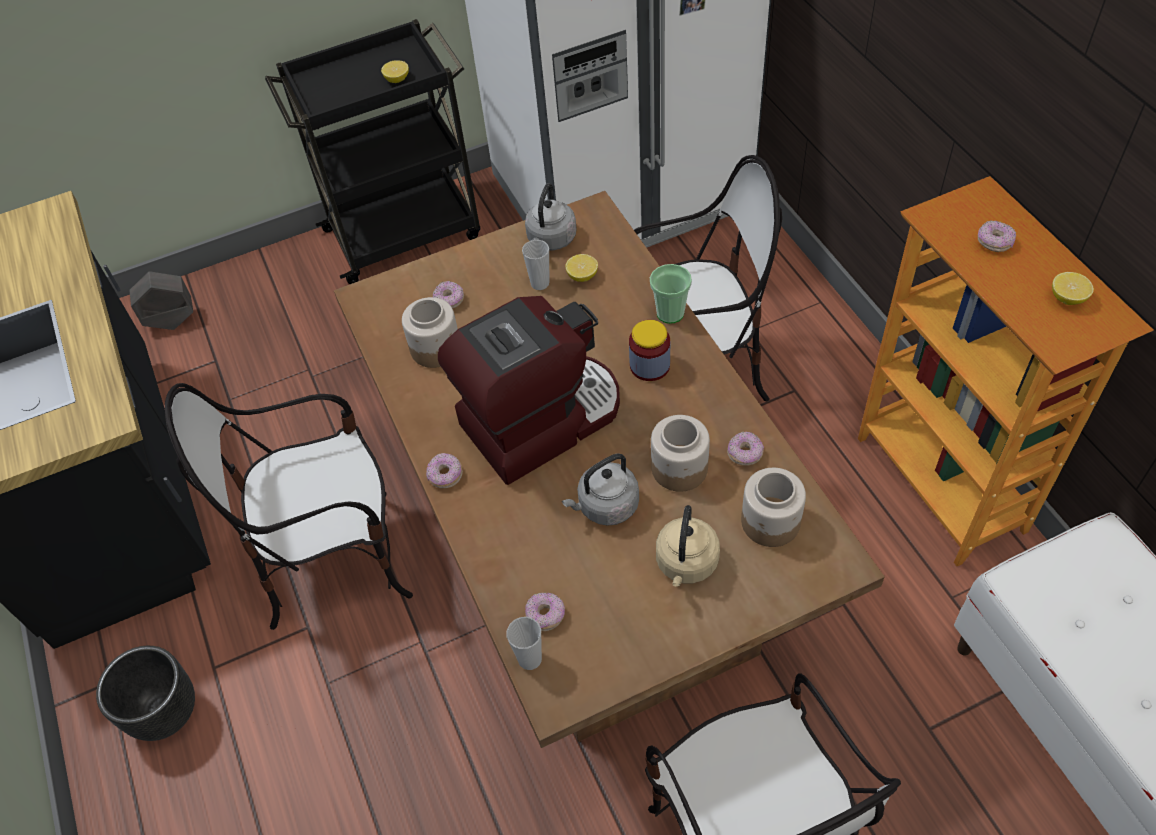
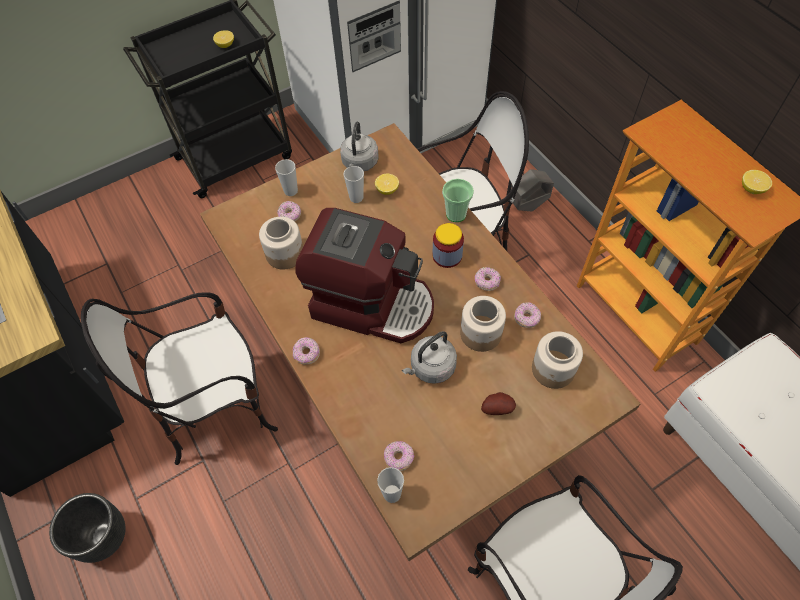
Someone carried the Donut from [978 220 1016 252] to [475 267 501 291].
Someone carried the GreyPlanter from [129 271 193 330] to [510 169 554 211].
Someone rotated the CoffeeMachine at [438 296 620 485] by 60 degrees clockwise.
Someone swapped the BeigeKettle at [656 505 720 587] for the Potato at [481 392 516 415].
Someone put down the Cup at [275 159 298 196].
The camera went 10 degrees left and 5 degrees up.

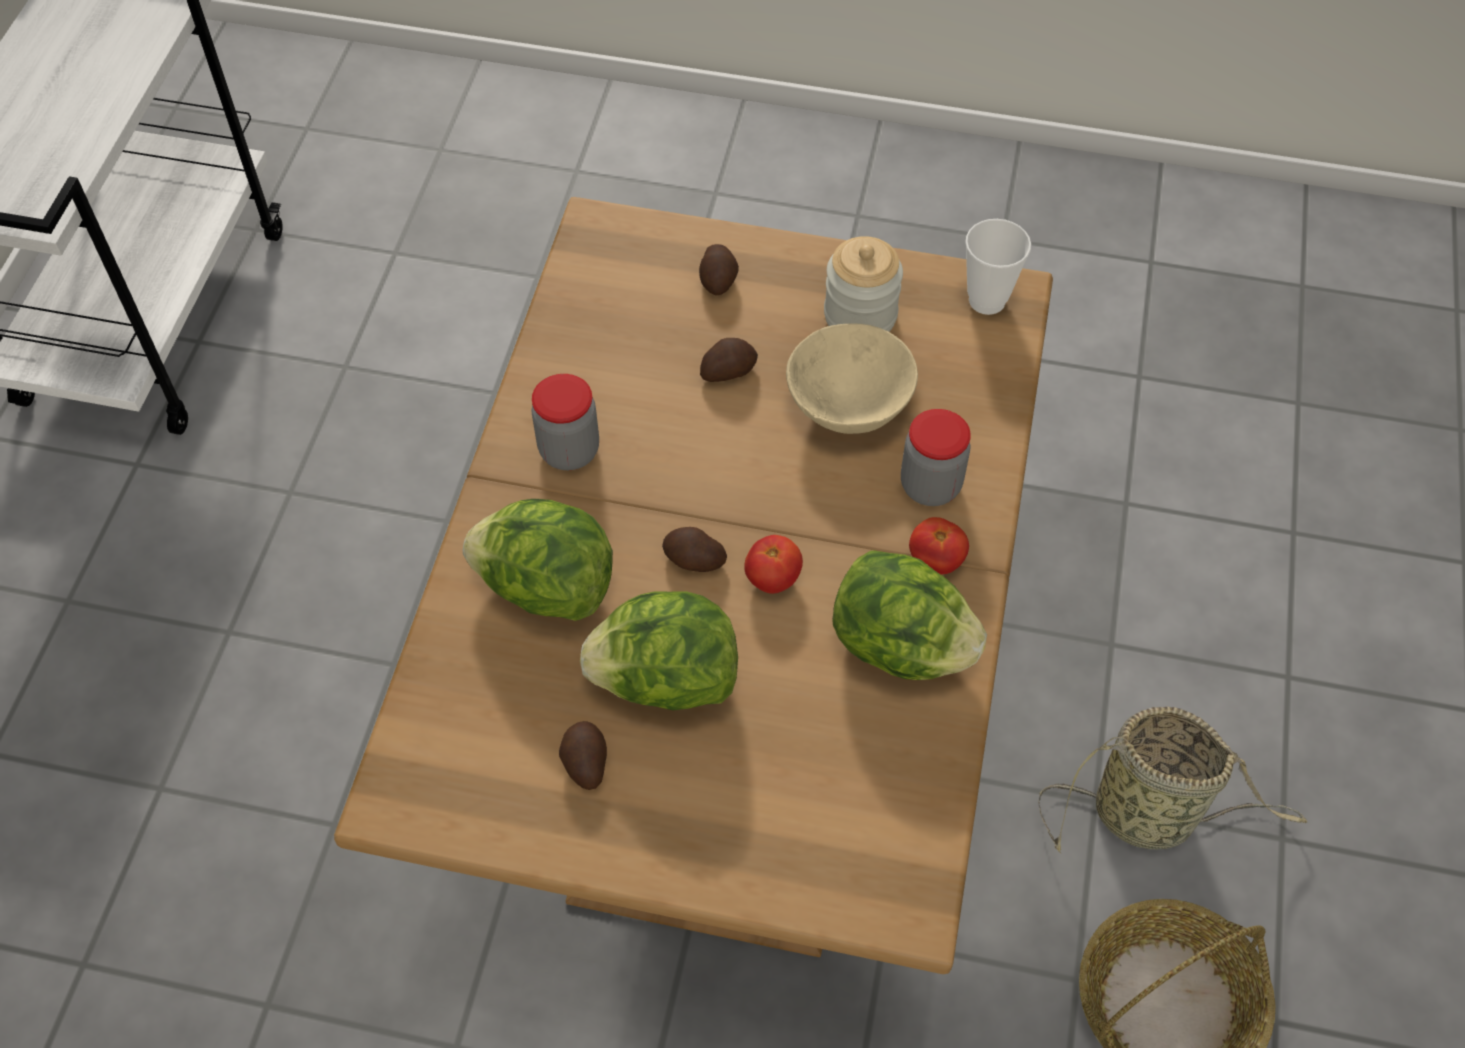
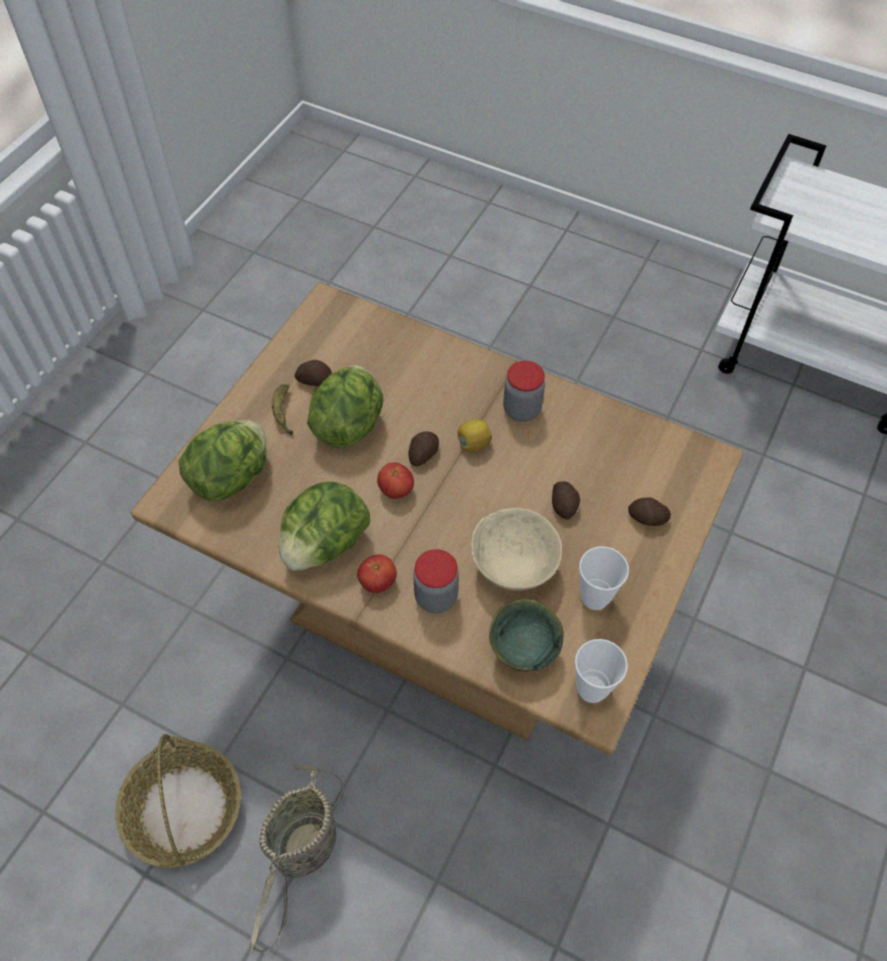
Someone swapped the Jar at [824 236 903 332] for the Cup at [579 546 629 610].
Someone carried the Lettuce from [463 499 613 621] to [178 420 266 501].
Someone put down the Banana at [272 384 293 436].
Someone put down the Lemon at [458 419 492 452].
Someone put down the GreenBowl at [489 599 564 672].
The camera went 105 degrees right and 0 degrees up.

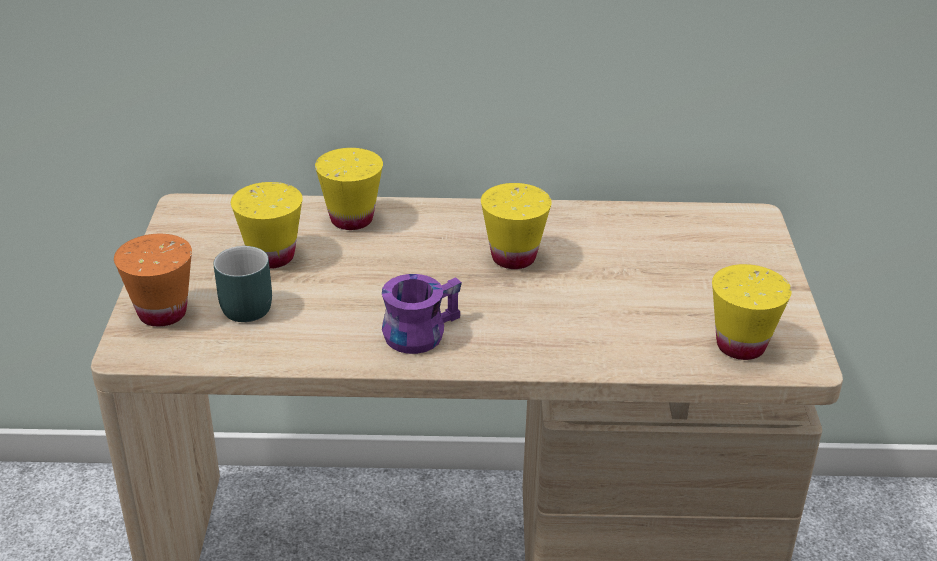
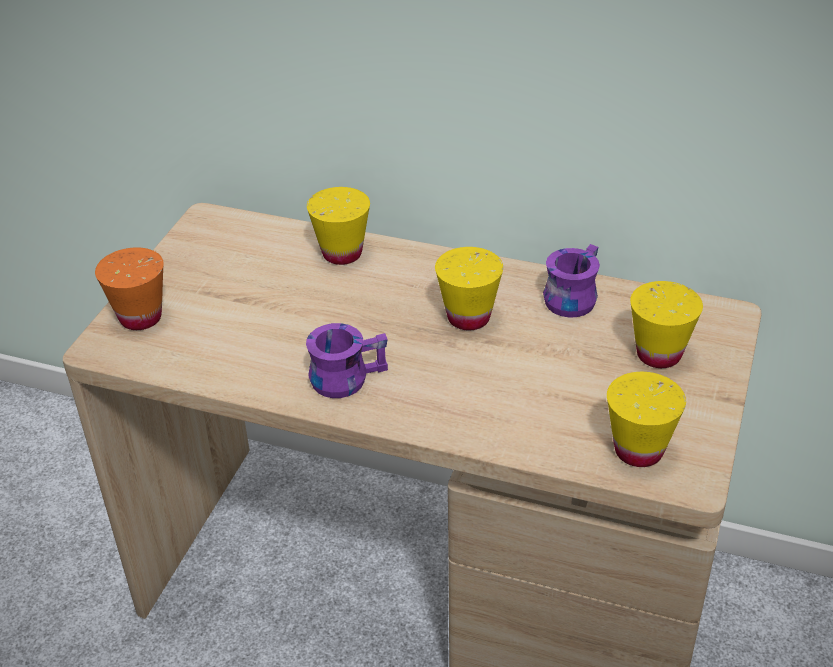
Someone carried the YellowCup from [231 182 303 269] to [630 281 703 368].
Someone took away the TurquoiseMug at [213 246 272 322].
Someone put down the PurpleMug at [543 244 600 317].
The camera went 20 degrees right and 5 degrees up.

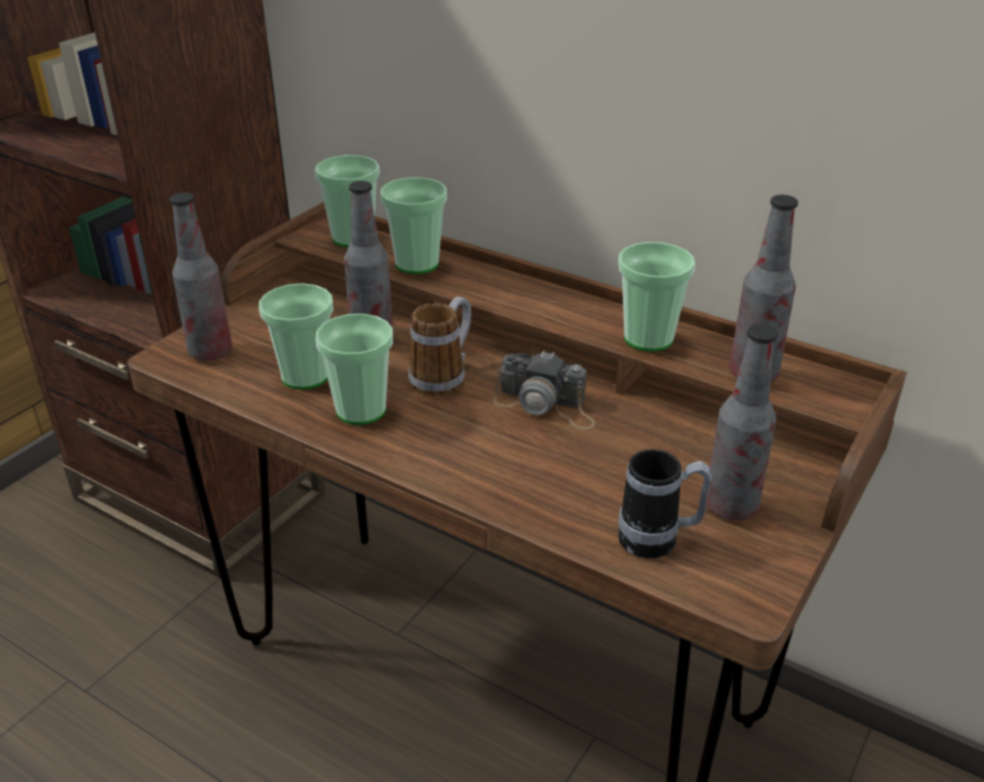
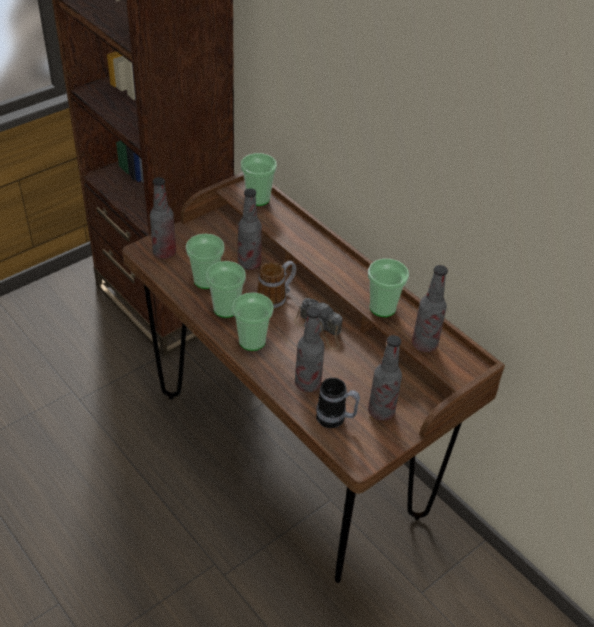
Someone carried the Cup from [380 177 447 274] to [232 292 274 351].
Someone put down the Bottle at [295 307 325 392].
The camera went 15 degrees right and 10 degrees up.

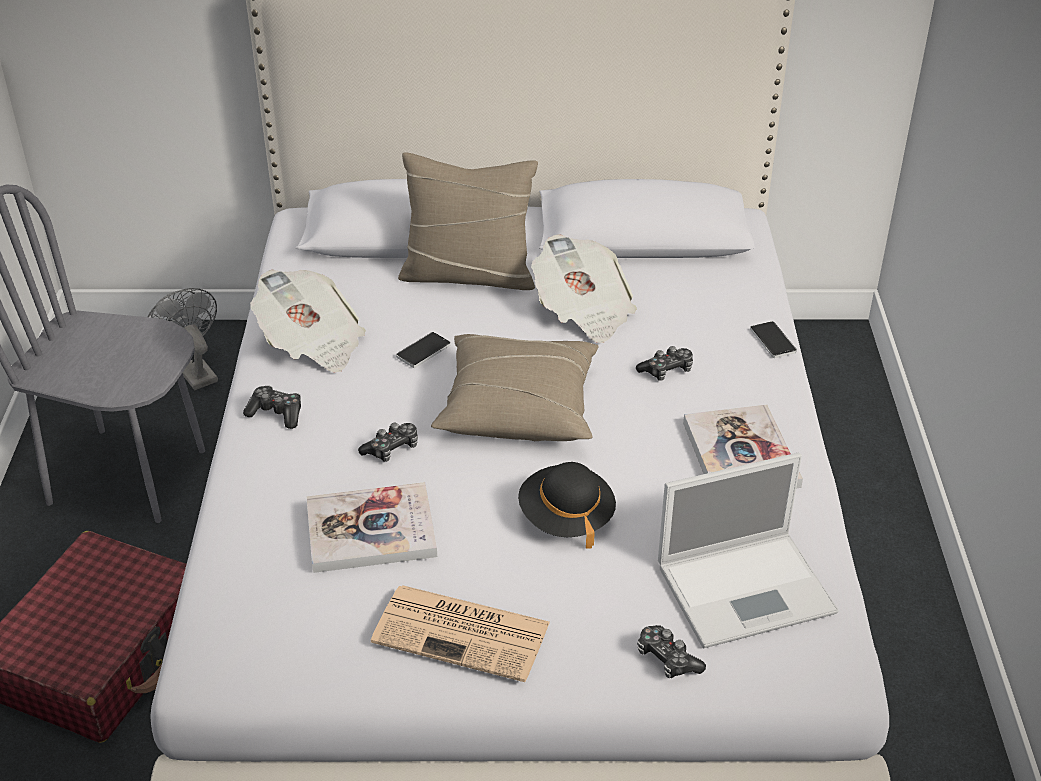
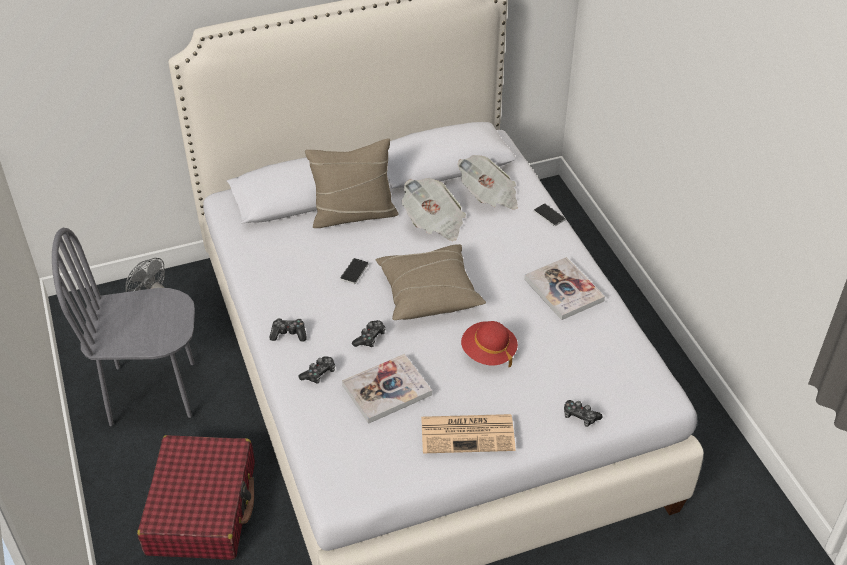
Someone carried the Newspaper from [250 270 366 372] to [458 155 518 210].
Someone carried the GameController from [636 346 693 381] to [299 356 335 384].
Someone took away the Laptop at [658 453 839 649].
Someone repainted the BlackHat at [518 462 616 548], which became the RedHat at [461 321 518 368].
The camera went 20 degrees left and 5 degrees up.

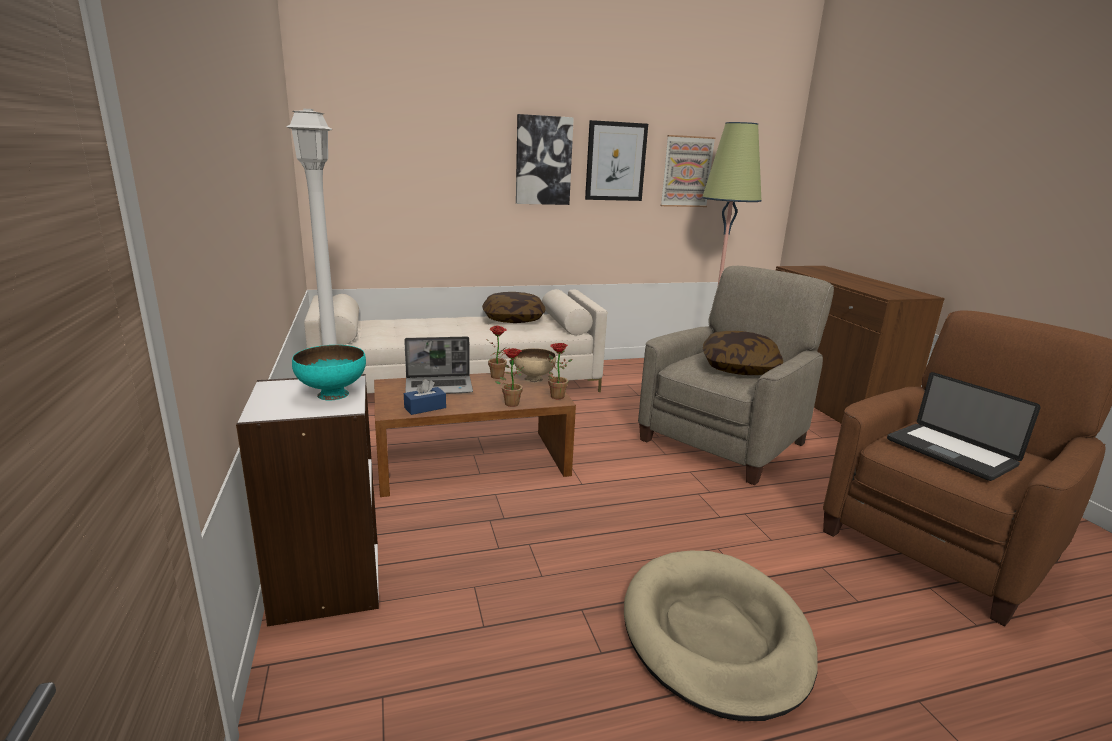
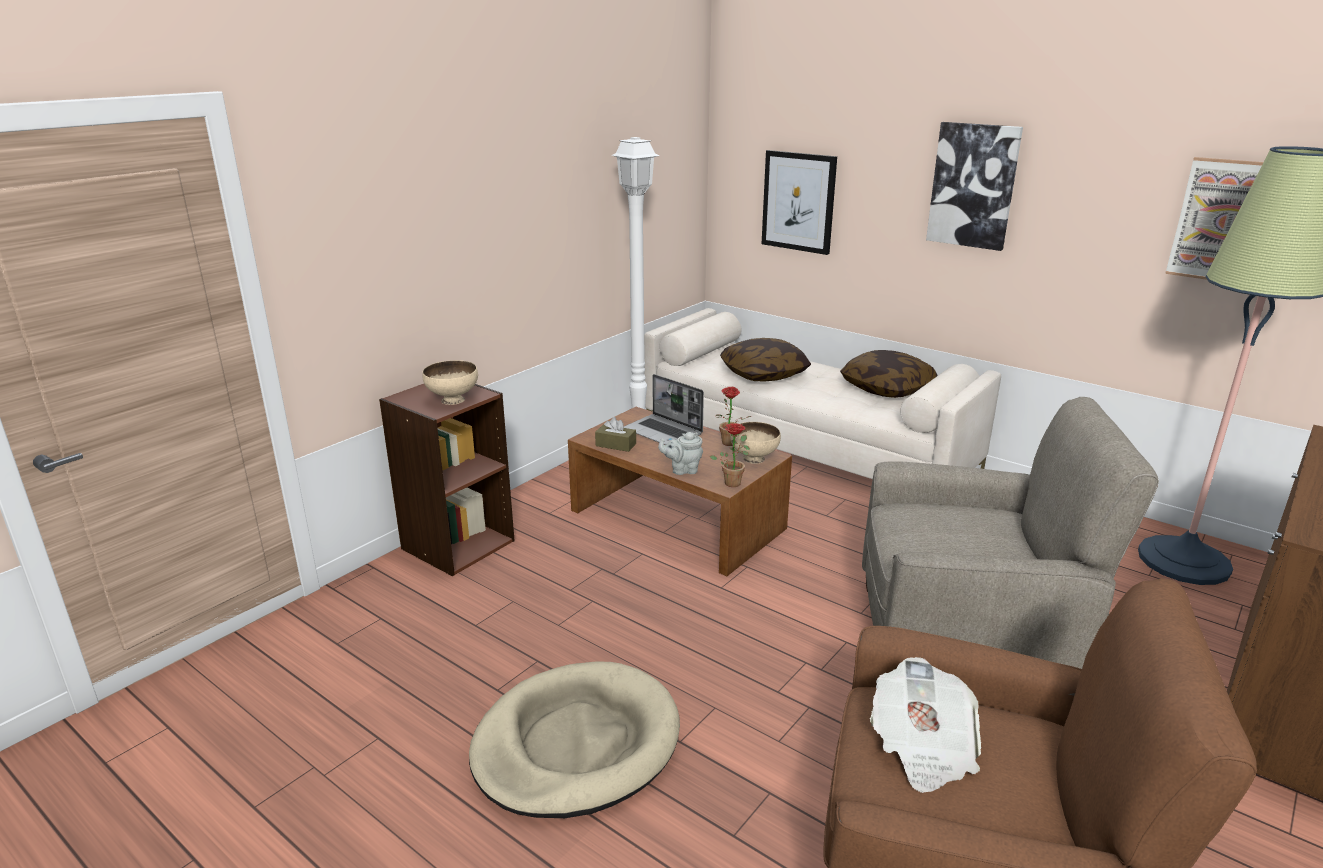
Someone carried the Picture from [585 120 648 201] to [762 150 837 255].
Someone carried the Pillow from [703 331 783 375] to [720 338 811 382].
Someone repainted the TurquoiseBowl at [292 345 366 400], which became the BeigeBowl at [422 360 478 405].
Someone swapped the PottedPlant at [495 348 525 407] for the GreyTeapot at [658 432 703 475].
Someone swapped the Laptop at [887 372 1041 481] for the Newspaper at [870 657 981 793].
Someone repainted the WhiteBookcase at [236 374 379 627], which became the BrownBookcase at [379 384 515 576].
Someone repainted the BlueTissueBox at [404 379 446 415], which became the BrownTissueBox at [595 417 636 452].
The camera went 55 degrees right and 5 degrees up.

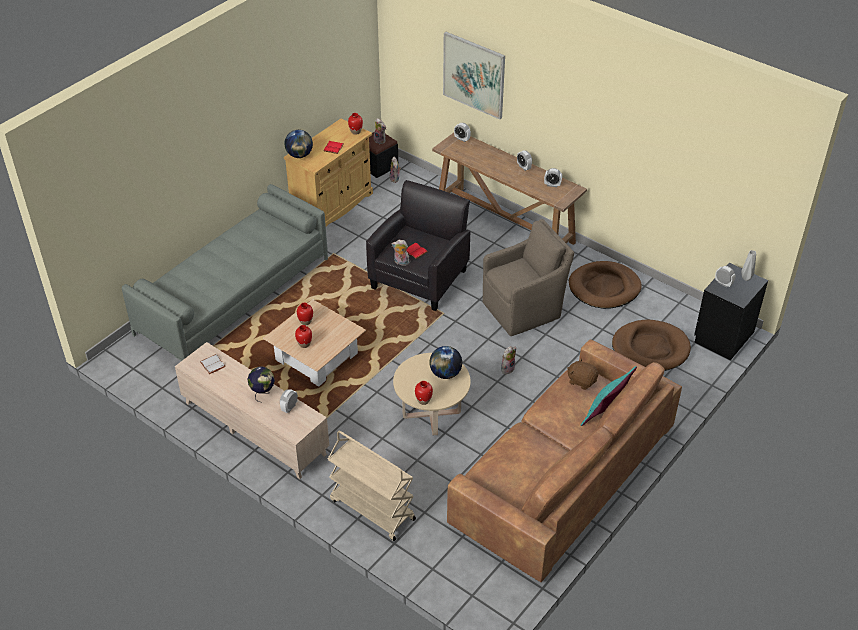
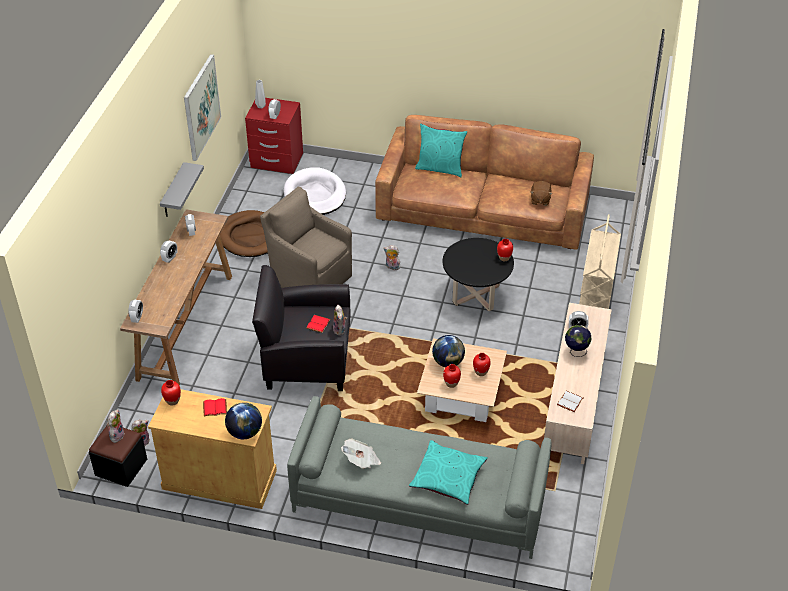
Someone carried the Picture from [443 32 505 120] to [184 54 221 161].
Someone repainted the BlackNightstand at [694 263 768 360], which became the RedNightstand at [245 98 303 174].
Someone repainted the BrownDogBed at [612 319 691 371], which became the WhiteDogBed at [284 167 346 215].
Someone carried the Globe from [429 346 462 379] to [432 335 465 367].
Someone repainted the BeigeCoffeeTable at [393 353 471 435], which became the BlackCoffeeTable at [443 238 514 311].
Someone carried the BrownPlushToy from [567 358 598 390] to [531 181 552 206].
Someone put up the GreyShelf at [160 162 204 217].
Someone put down the Newspaper at [341 439 381 469].
Someone put down the TurquoisePillow at [409 440 488 505].
The camera went 115 degrees left and 0 degrees up.

